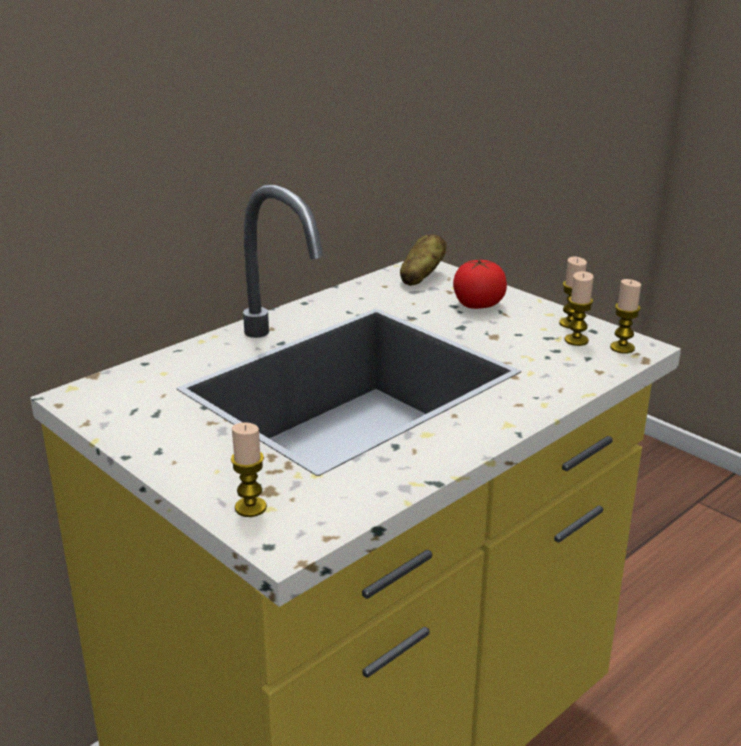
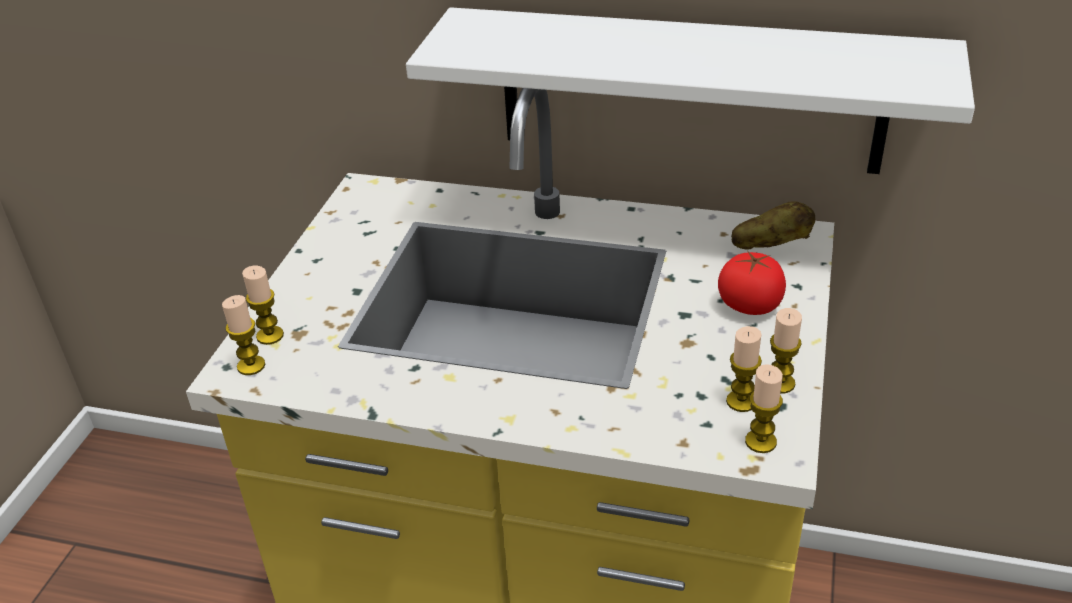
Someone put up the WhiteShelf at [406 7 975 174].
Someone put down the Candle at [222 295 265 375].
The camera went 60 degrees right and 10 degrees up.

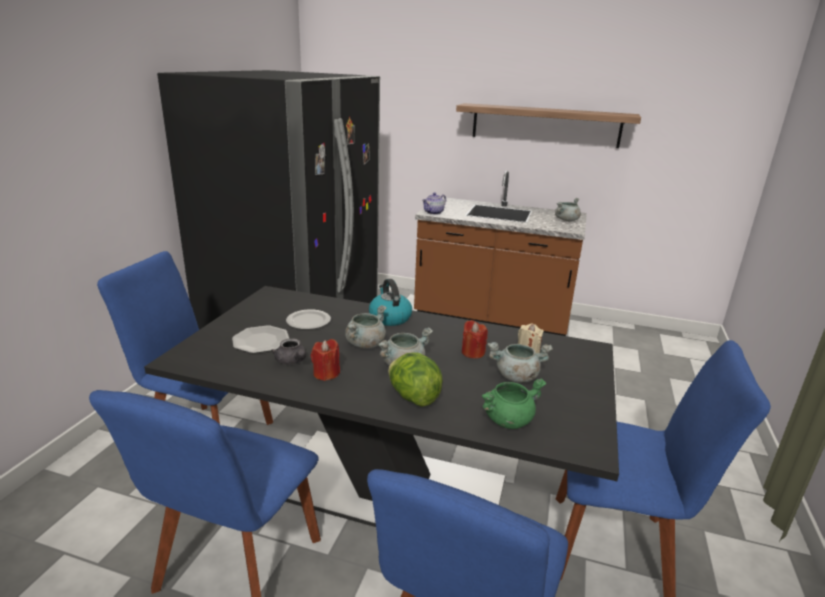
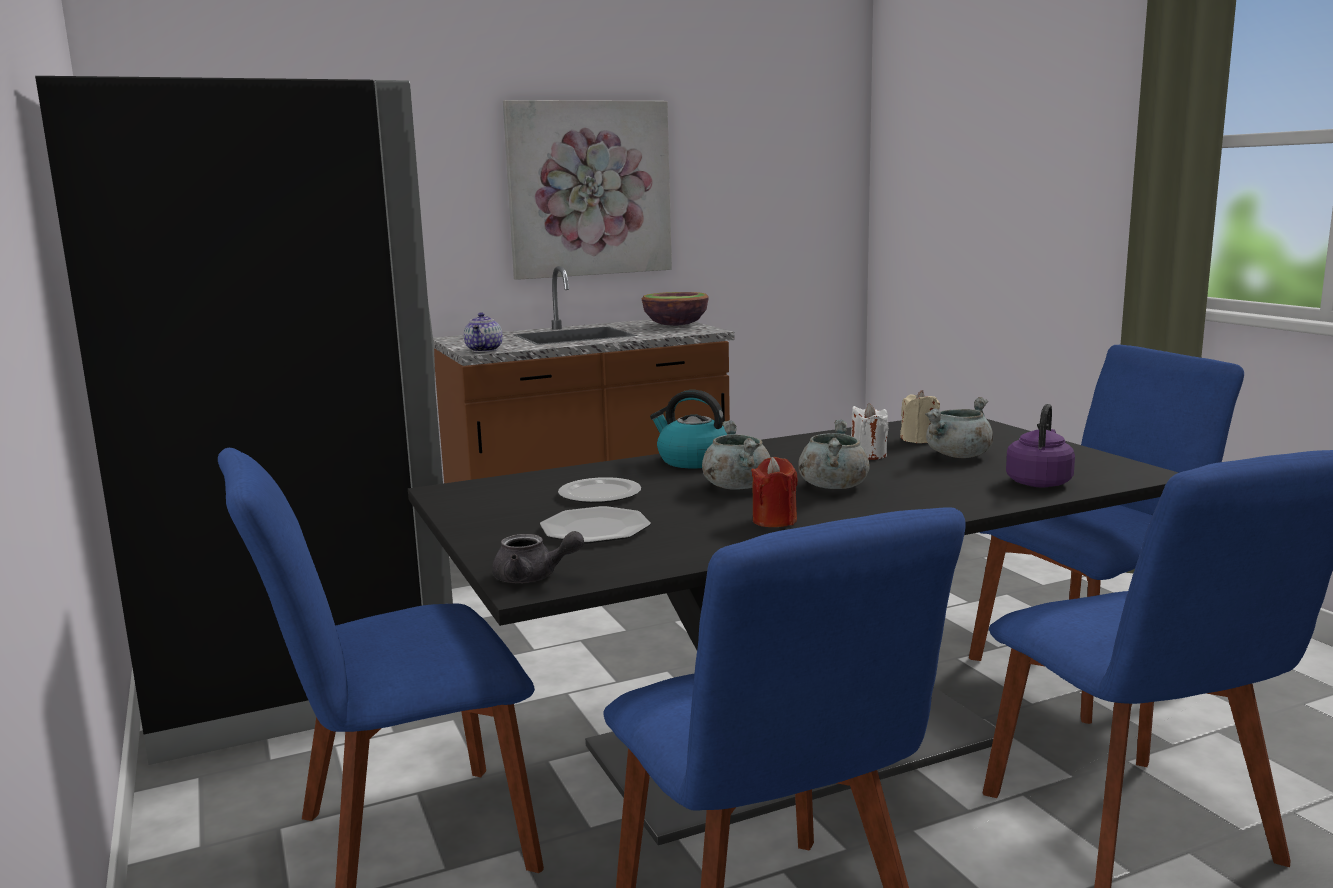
Someone swapped the Shelf at [456 103 641 148] for the Picture at [503 100 672 280].
Someone swapped the GreyCookingPot at [555 198 581 221] for the Bowl at [642 292 709 326].
Someone repainted the RedCandle at [462 320 488 358], which became the WhiteCandle at [851 403 889 460].
Someone carried the GreyTeapot from [271 338 306 365] to [492 531 584 583].
Someone took away the Lettuce at [388 352 443 407].
Someone swapped the GreenCookingPot at [481 378 546 429] for the PurpleKettle at [1006 404 1075 487].
The camera went 40 degrees left and 10 degrees down.

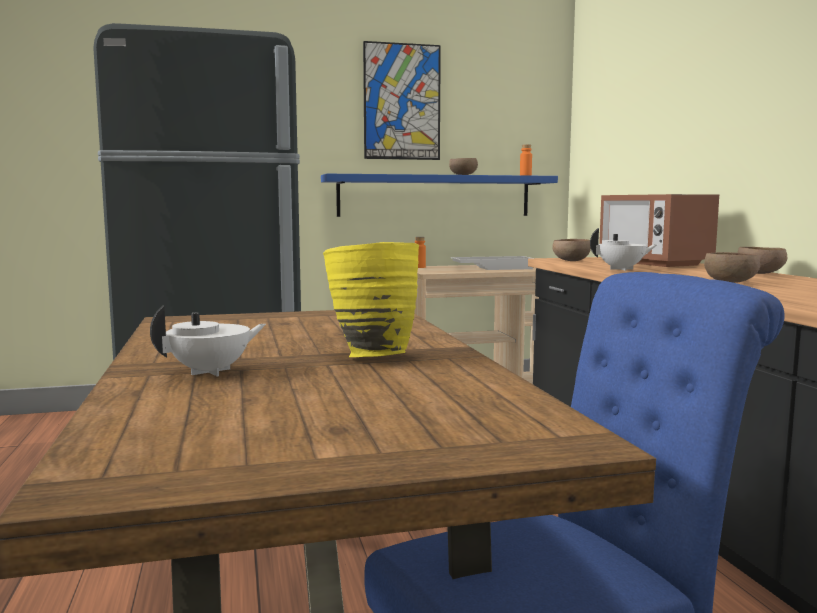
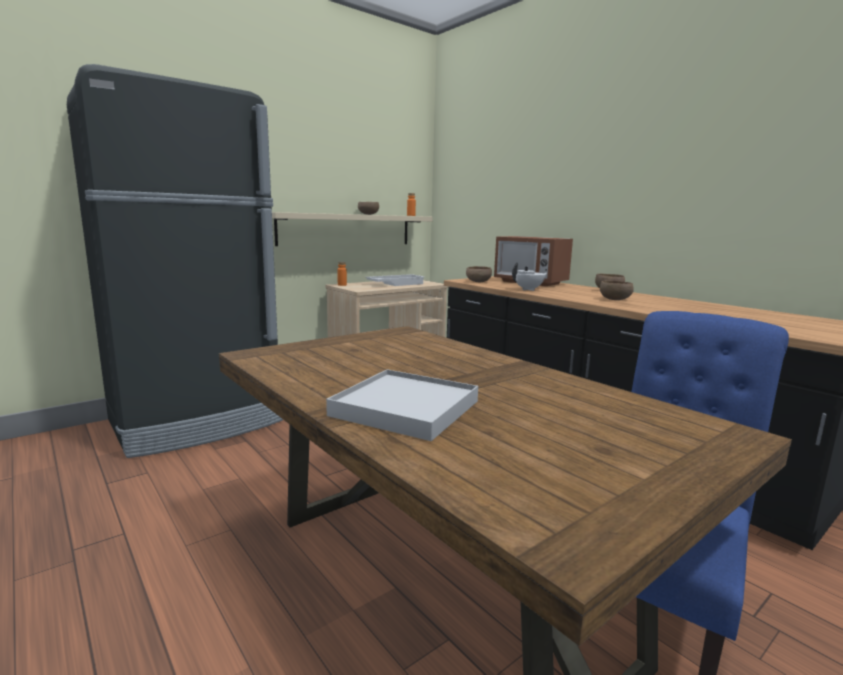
Someone took away the Picture at [363 41 441 160].
Someone repainted the BlueShelf at [321 174 558 217], which became the BeigeShelf at [272 212 433 246].
Someone took away the YellowVase at [323 242 419 357].
Someone swapped the WhiteTeapot at [150 305 266 377] for the WhiteTray at [326 369 478 441].
The camera went 25 degrees left and 5 degrees up.

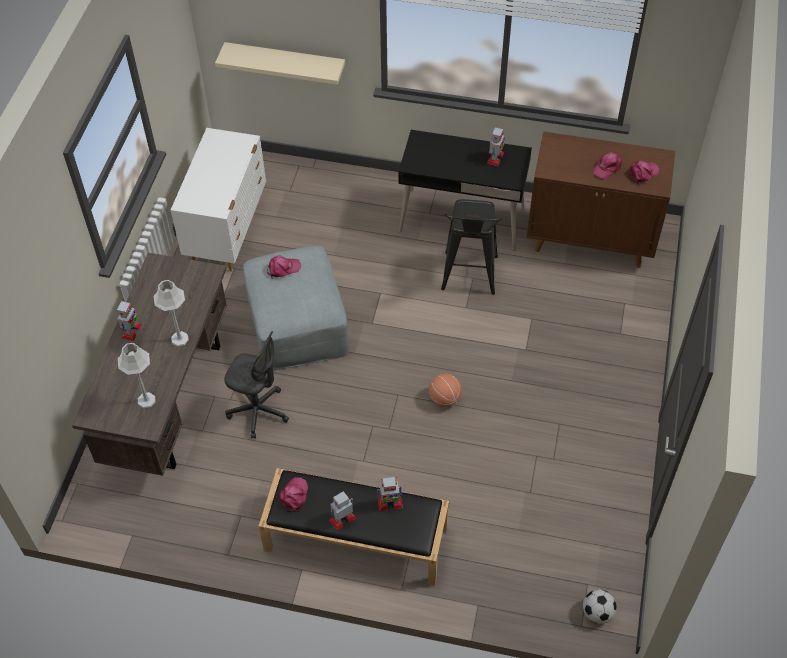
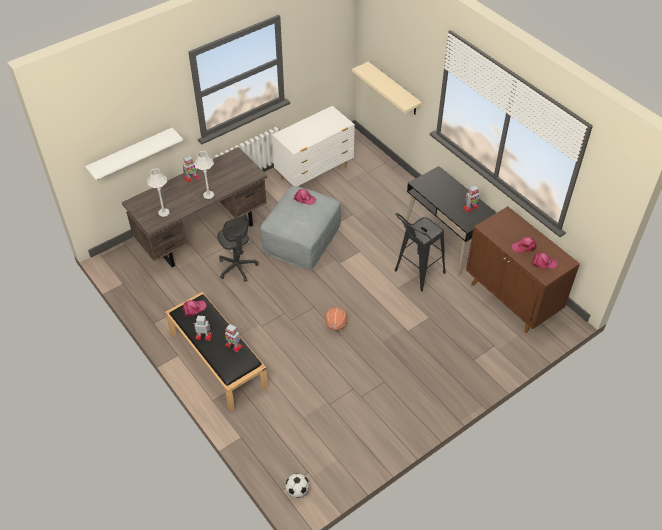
Someone put up the WhiteShelf at [85 128 183 180].
The camera went 40 degrees right and 5 degrees down.

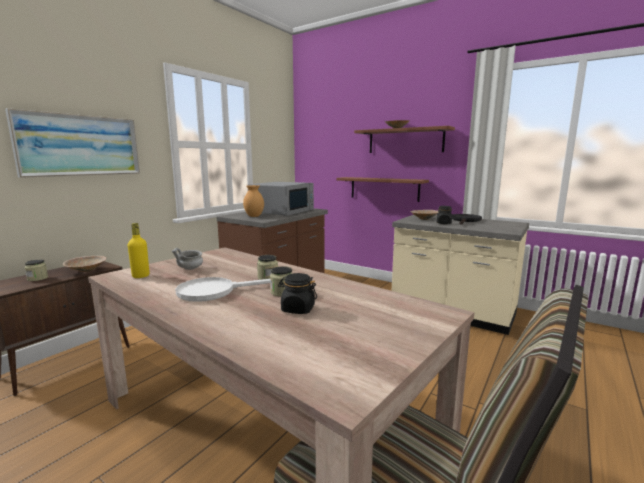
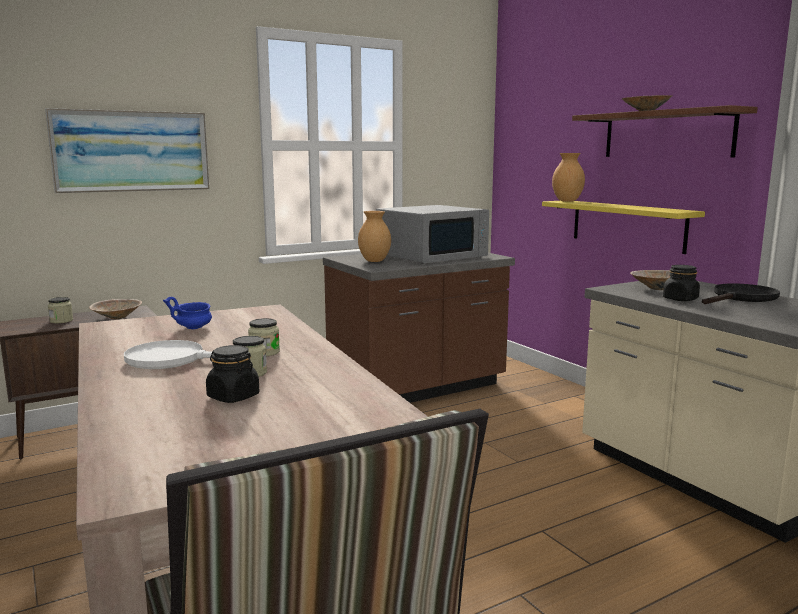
Someone repainted the BrownShelf at [336 177 429 202], which became the YellowShelf at [542 201 705 254].
Someone took away the YellowBottle at [127 223 149 278].
Someone repainted the GreyBowl at [172 248 203 270], which became the BlueBowl at [163 297 212 329].
Someone put down the BrownVase at [552 153 585 202].
The camera went 25 degrees right and 0 degrees up.

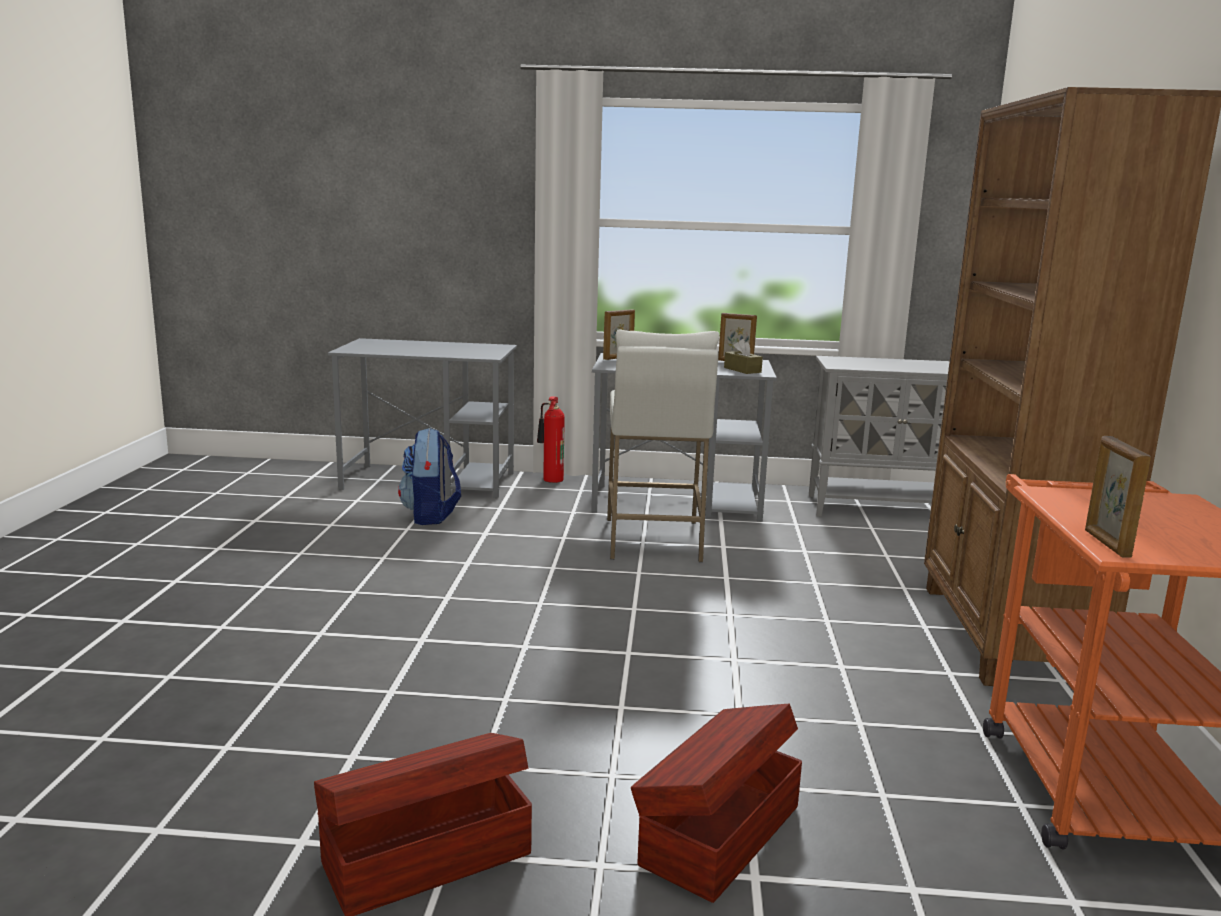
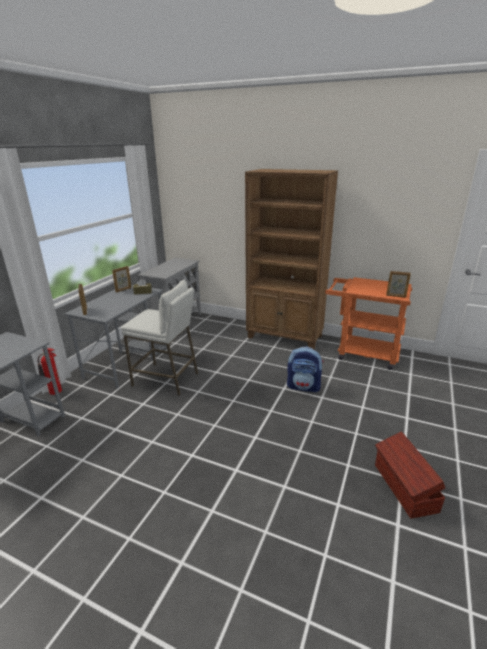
Someone carried the Backpack from [398 428 461 525] to [287 346 324 392].
Someone took away the BrownStorageBox at [631 704 802 903].
The camera went 70 degrees left and 10 degrees up.

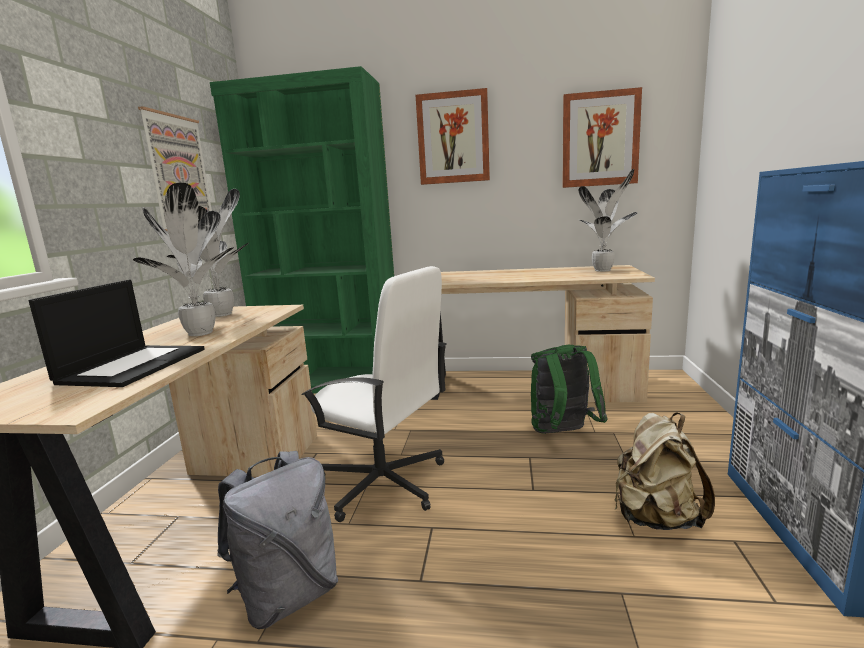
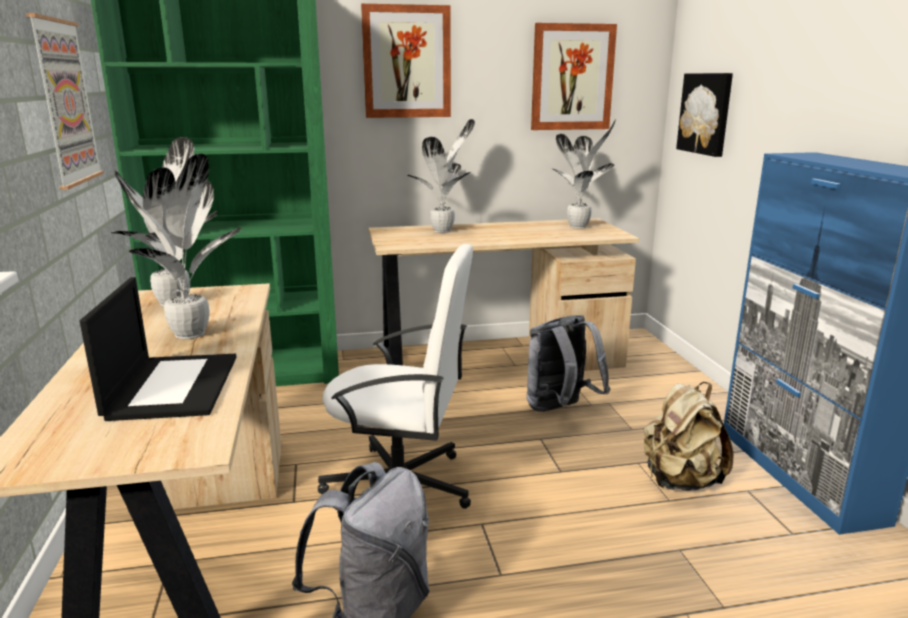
Someone repainted the GreenBackpack at [531 345 608 434], which became the GreyBackpack at [526 315 610 412].
Someone put up the Picture at [676 73 733 157].
Someone put down the PottedPlant at [407 119 475 233].
The camera went 20 degrees left and 5 degrees up.

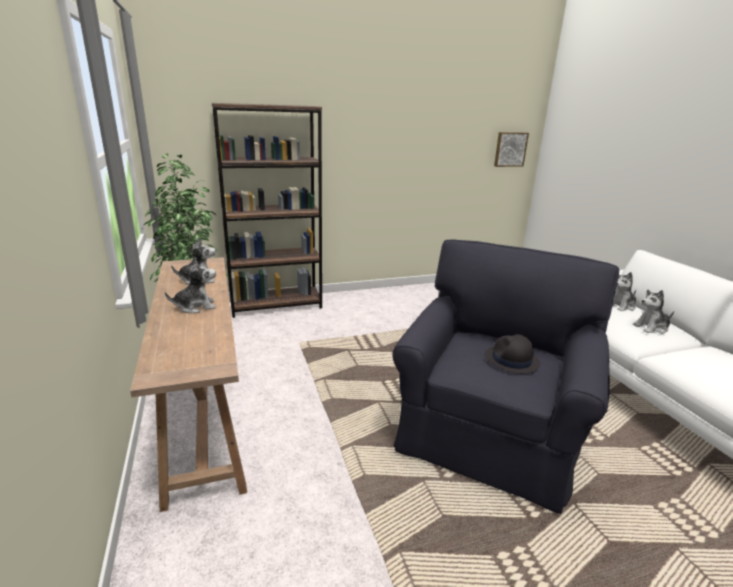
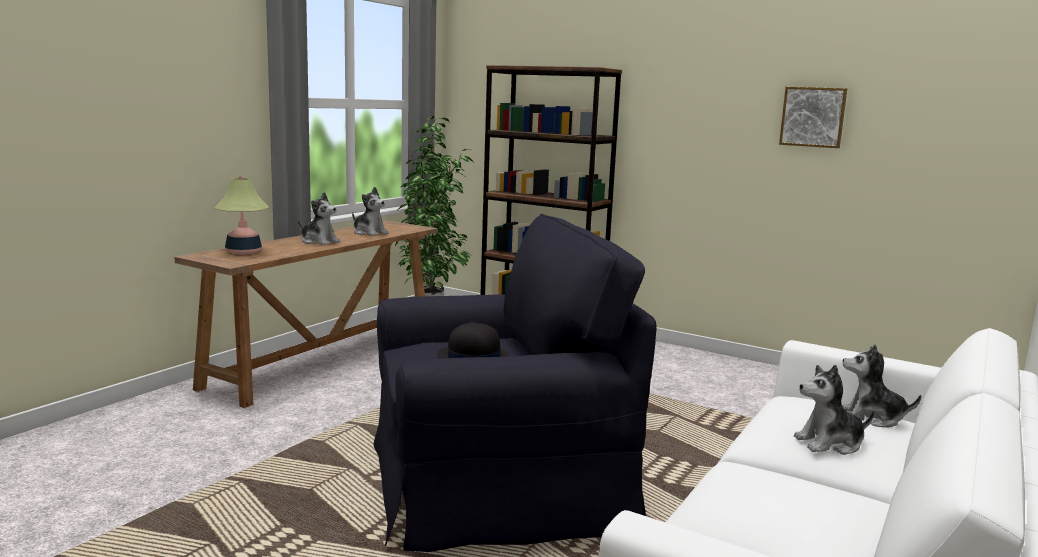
Someone carried the Picture from [494 132 529 167] to [779 87 847 148].
Someone rotated the PlushToy at [633 289 674 334] by 45 degrees counterclockwise.
Someone put down the TableLamp at [214 176 269 255].
The camera went 50 degrees right and 10 degrees down.

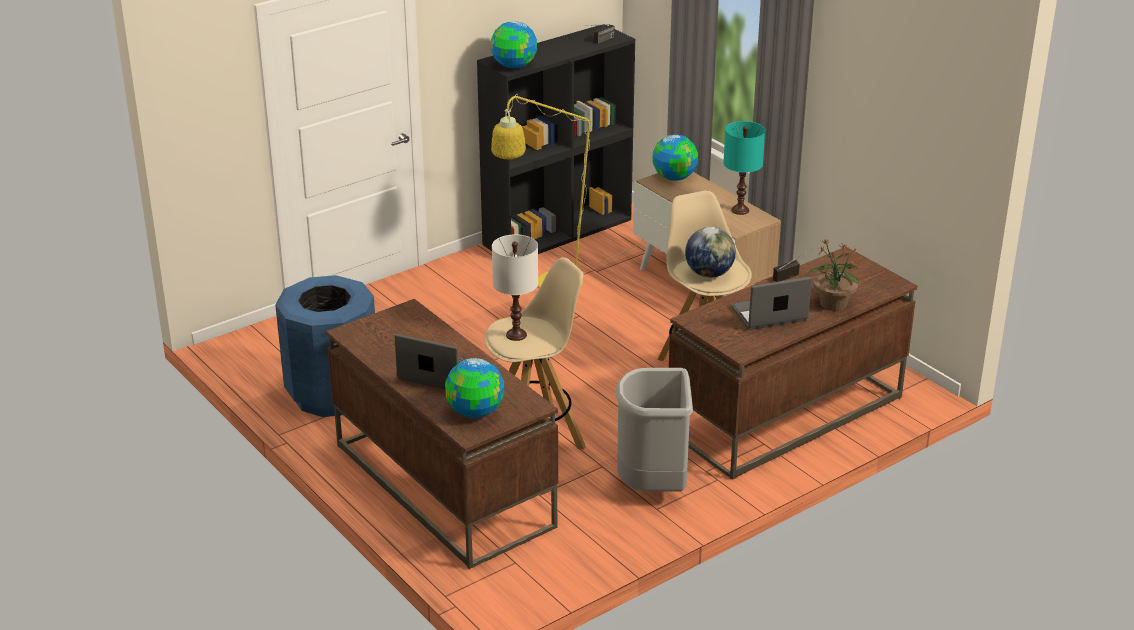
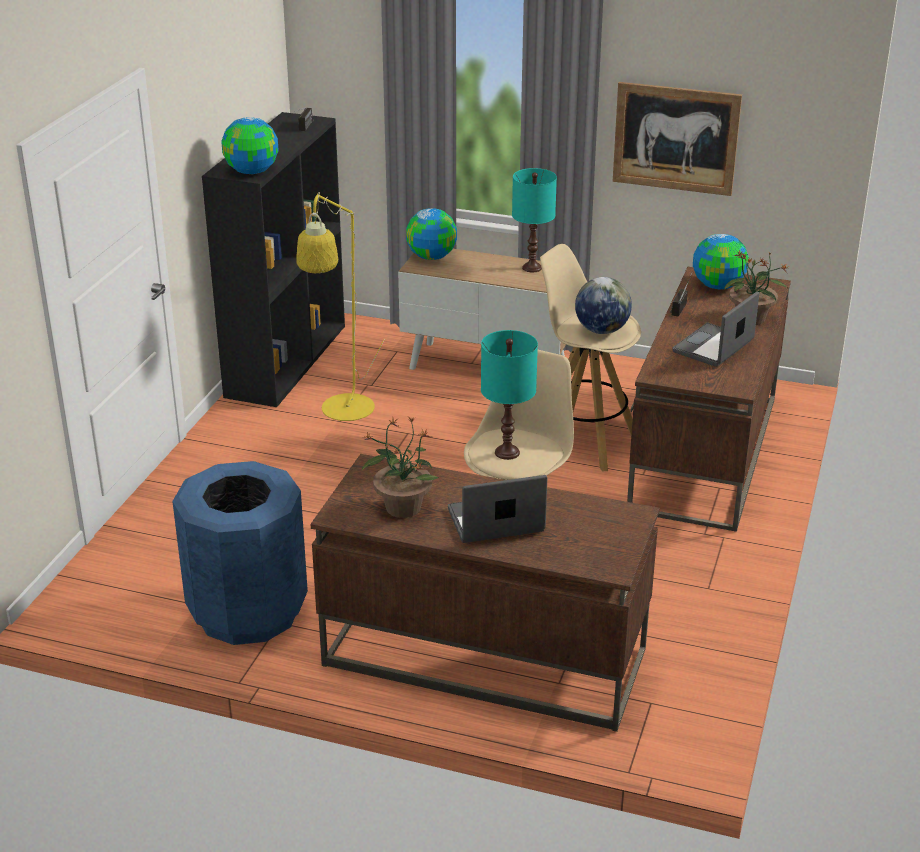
Someone repainted the WhiteTableLamp at [492 234 538 341], which became the TurquoiseTableLamp at [481 330 538 460].
Someone carried the Globe from [445 358 504 418] to [693 234 749 289].
Someone took away the GreyTrashCan at [616 368 693 492].
Someone put up the Picture at [613 82 742 196].
Someone put down the PottedPlant at [362 417 439 518].
The camera went 35 degrees left and 0 degrees up.

